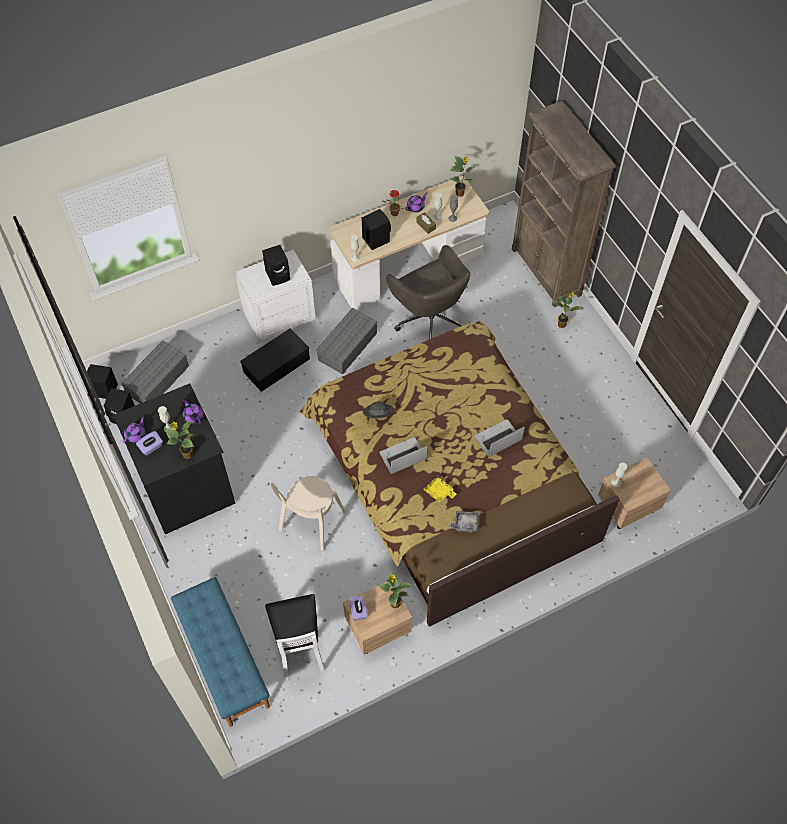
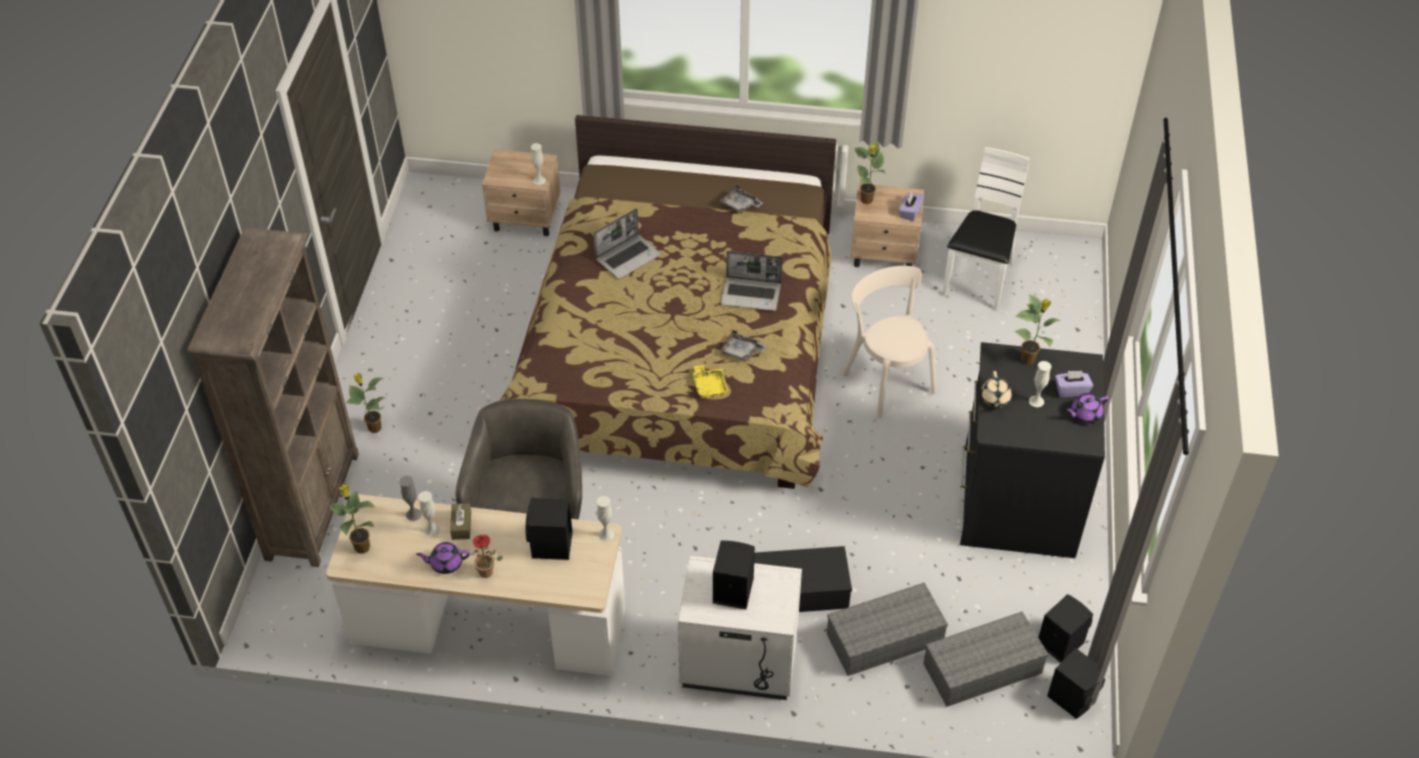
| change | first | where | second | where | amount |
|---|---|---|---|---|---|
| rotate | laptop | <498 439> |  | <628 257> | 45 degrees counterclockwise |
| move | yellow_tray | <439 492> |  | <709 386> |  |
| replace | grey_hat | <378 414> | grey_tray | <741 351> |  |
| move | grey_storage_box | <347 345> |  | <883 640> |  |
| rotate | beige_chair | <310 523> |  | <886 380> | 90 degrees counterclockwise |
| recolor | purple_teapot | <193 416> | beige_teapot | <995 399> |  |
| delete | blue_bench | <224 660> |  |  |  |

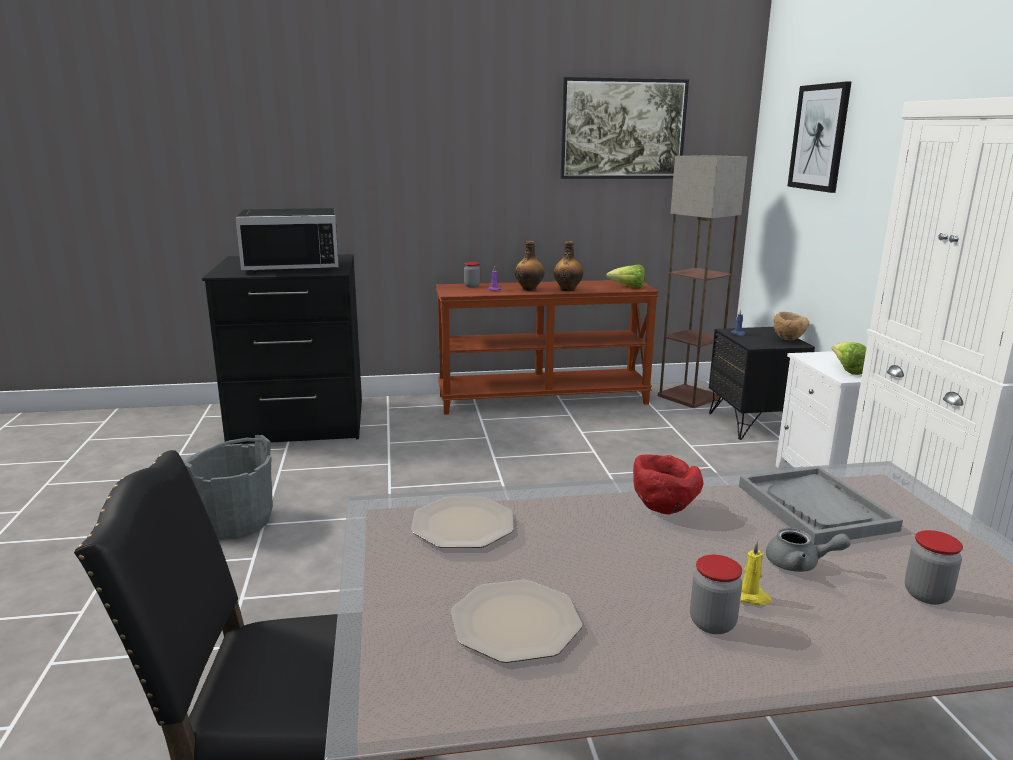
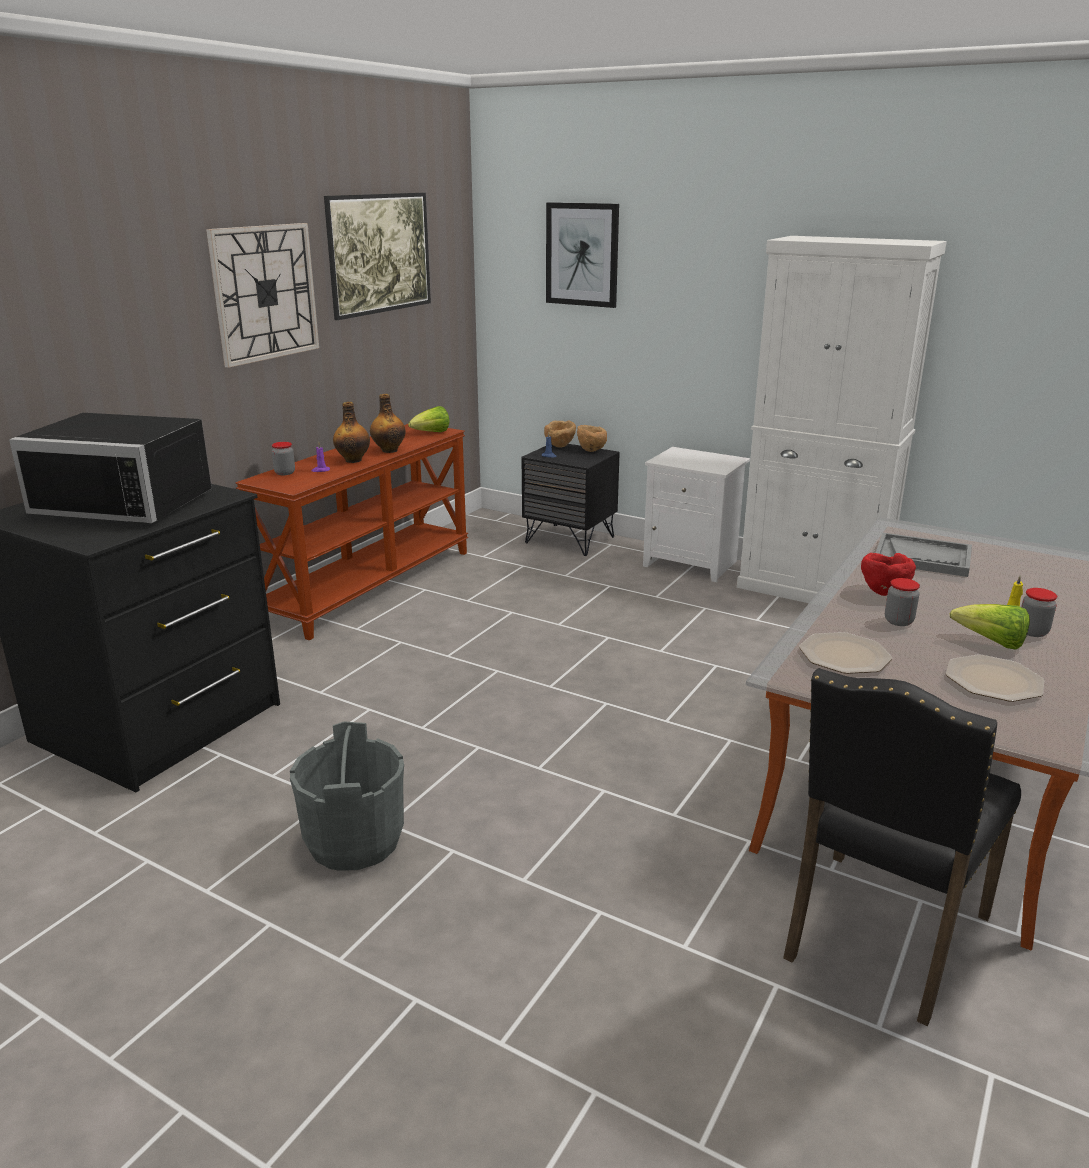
| change | first | where | second | where | amount |
|---|---|---|---|---|---|
| rotate | black_microwave | <293 264> |  | <131 502> | 75 degrees clockwise |
| insert |  |  | wall_clock | <265 293> |  |
| insert |  |  | brown_bowl | <560 446> |  |
| move | jar | <926 595> |  | <898 621> |  |
| move | lettuce | <848 370> |  | <991 642> |  |
| delete | floor_lamp | <687 397> |  |  |  |
| delete | grey_teapot | <800 564> |  |  |  |

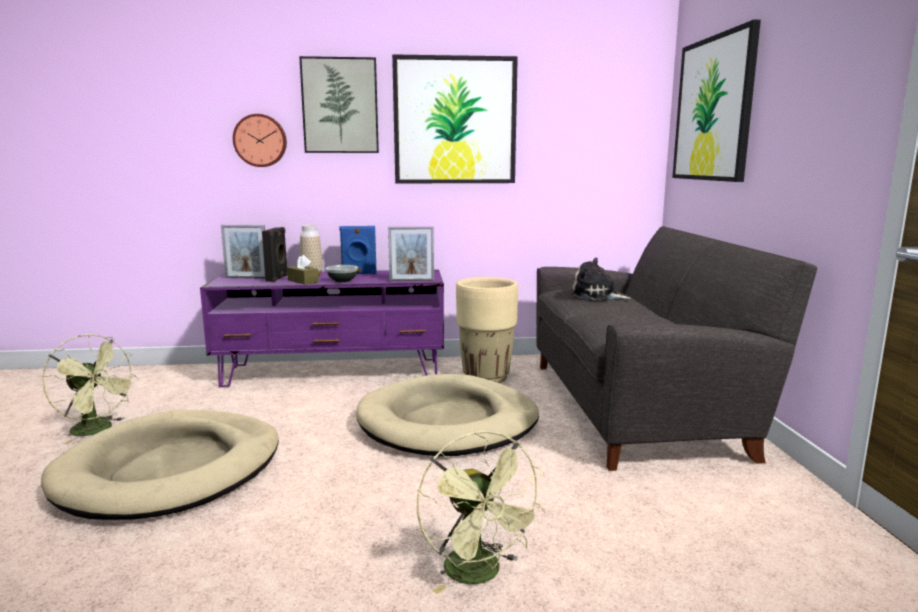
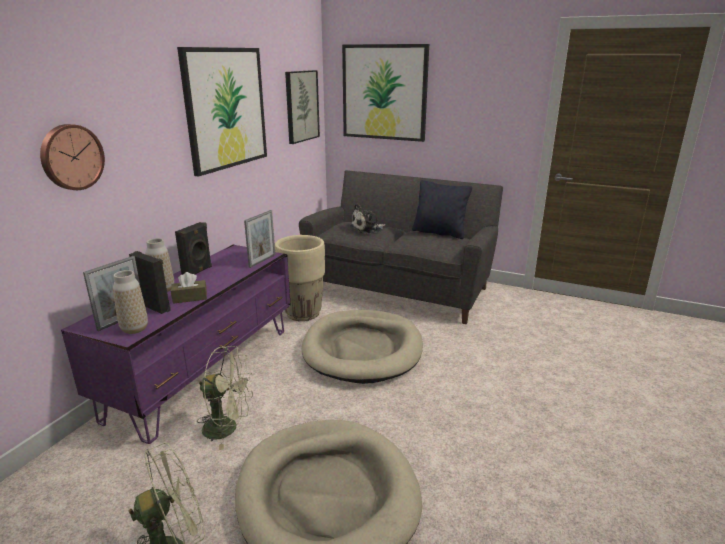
| change | first | where | second | where | amount |
|---|---|---|---|---|---|
| insert |  |  | vase | <134 329> |  |
| recolor | blue_speaker | <359 273> | black_speaker | <198 272> |  |
| move | green_fan | <480 574> |  | <228 428> |  |
| move | picture | <340 106> |  | <301 106> |  |
| insert |  |  | black_pillow | <439 233> |  |
| delete | bowl | <343 280> |  |  |  |

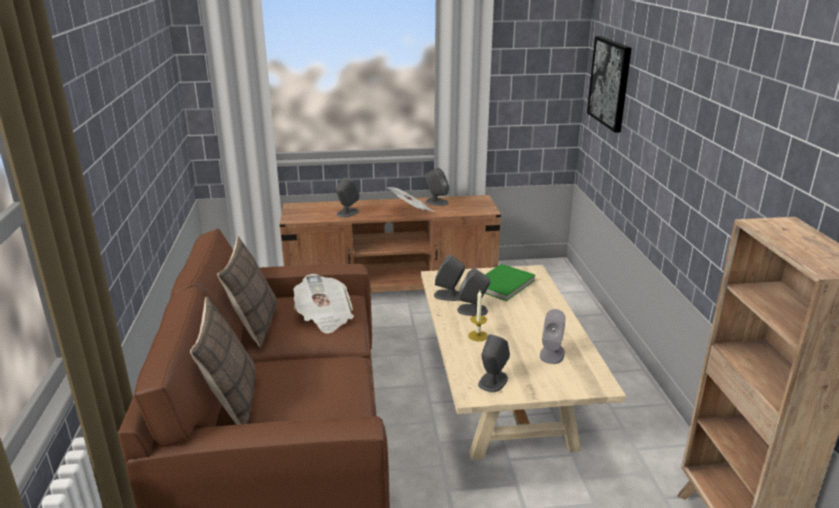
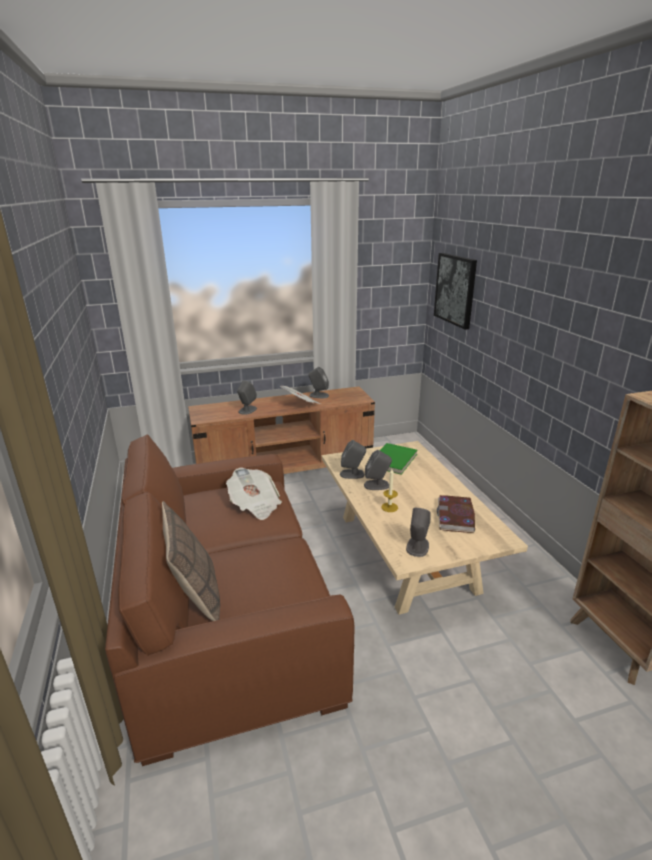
| change | first | where | second | where | amount |
|---|---|---|---|---|---|
| replace | grey_speaker | <552 354> | book | <455 516> |  |
| delete | pillow | <254 325> |  |  |  |

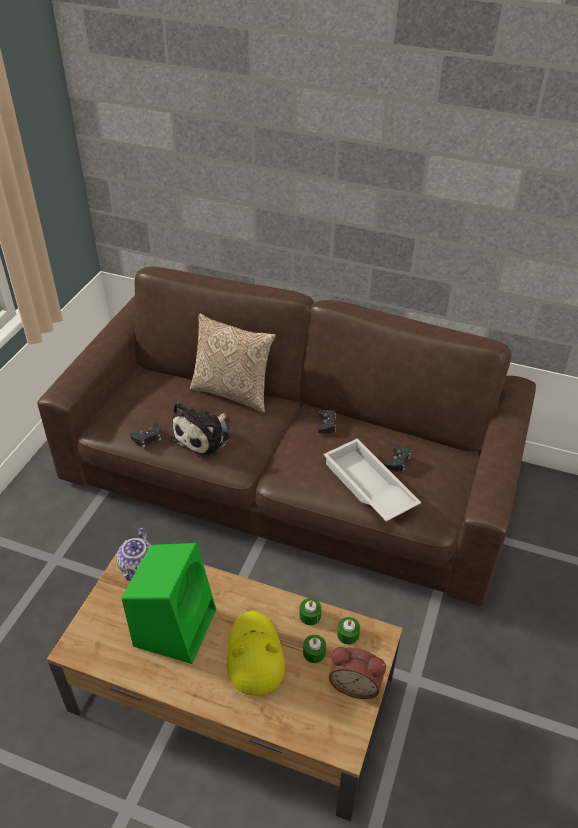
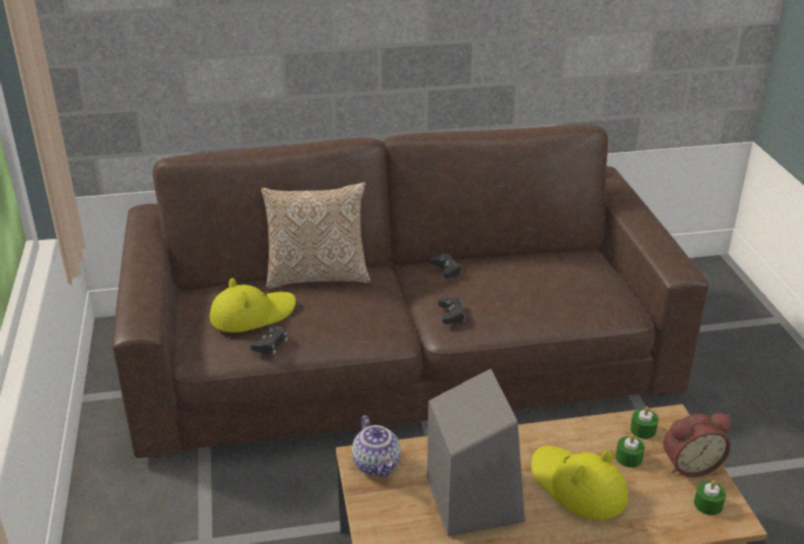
| change | first | where | second | where | amount |
|---|---|---|---|---|---|
| insert |  |  | yellow_hat | <252 314> |  |
| recolor | green_speaker | <175 625> | grey_speaker | <472 497> |  |
| move | black_game_controller | <397 461> |  | <451 314> |  |
| move | green_candle | <310 615> |  | <708 504> |  |
| delete | plush_toy | <204 437> |  |  |  |
| delete | white_tray | <367 487> |  |  |  |

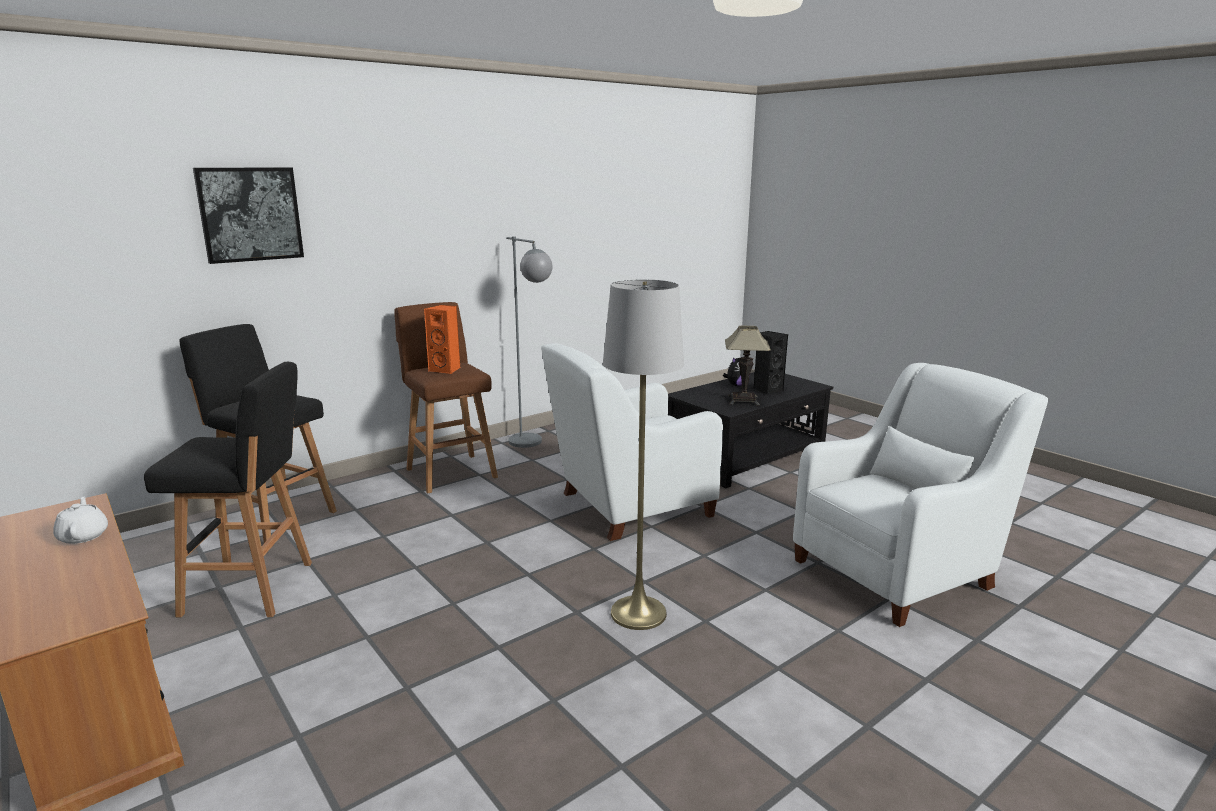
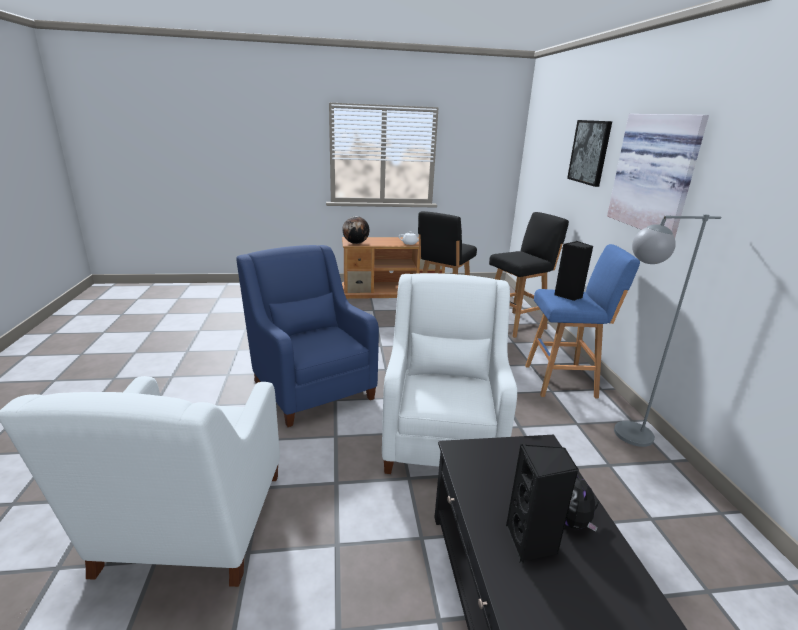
| change | first | where | second | where | amount |
|---|---|---|---|---|---|
| replace | grey_floor_lamp | <638 613> | blue_armchair | <310 386> |  |
| insert |  |  | globe | <356 243> |  |
| recolor | brown_stool | <450 472> | blue_stool | <562 381> |  |
| recolor | orange_speaker | <446 369> | black_speaker | <568 296> |  |
| insert |  |  | picture | <656 173> |  |
| delete | table_lamp | <743 400> |  |  |  |

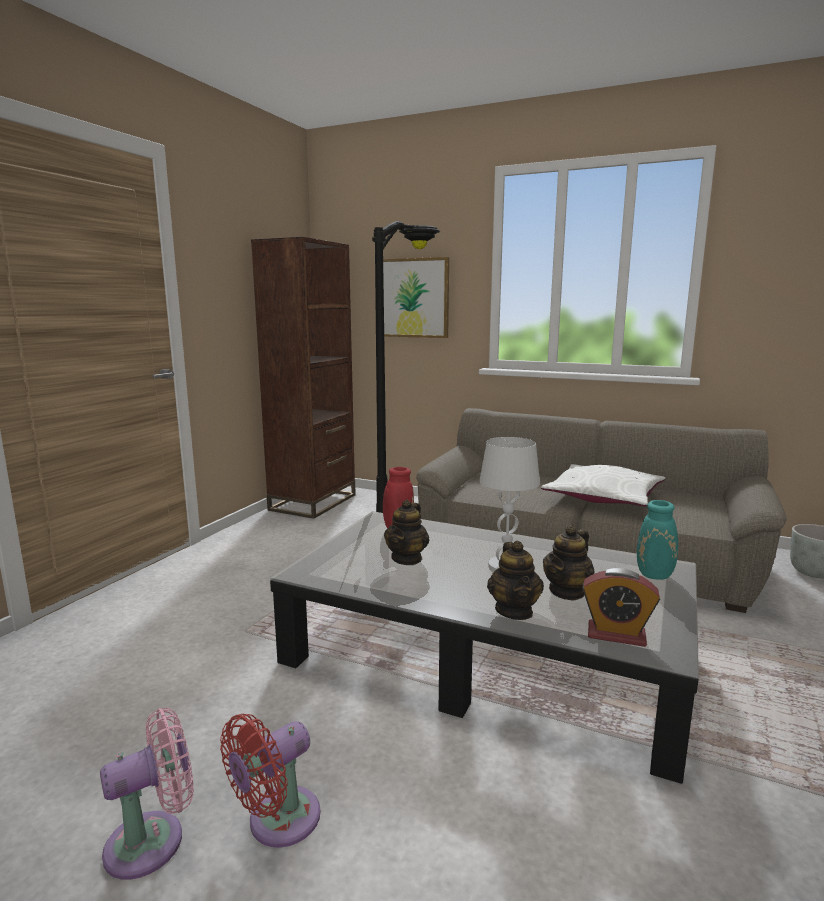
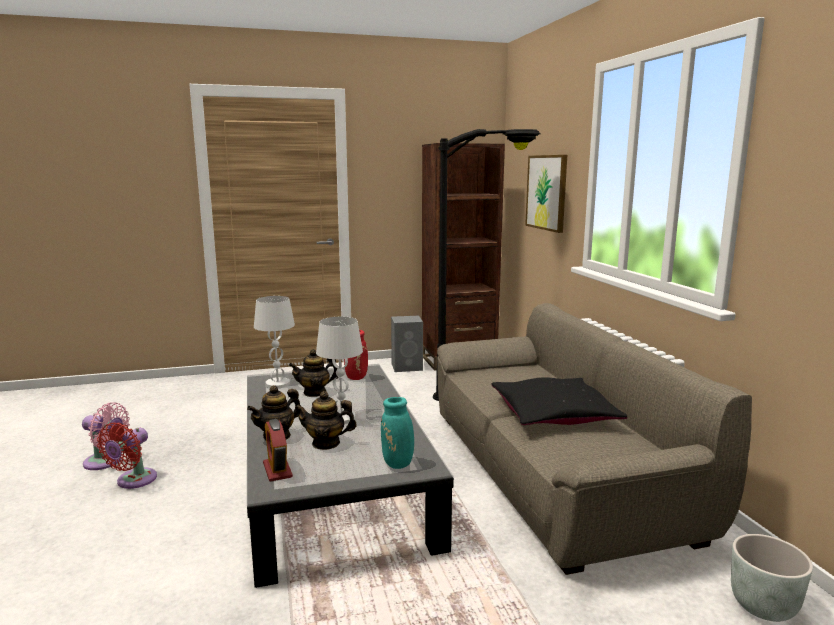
| change | first | where | second | where | amount |
|---|---|---|---|---|---|
| rotate | red_fan | <277 821> |  | <133 481> | 75 degrees counterclockwise |
| insert |  |  | white_table_lamp | <278 384> |  |
| insert |  |  | grey_speaker | <407 367> |  |
| recolor | white_pillow | <603 497> | black_pillow | <553 414> |  |

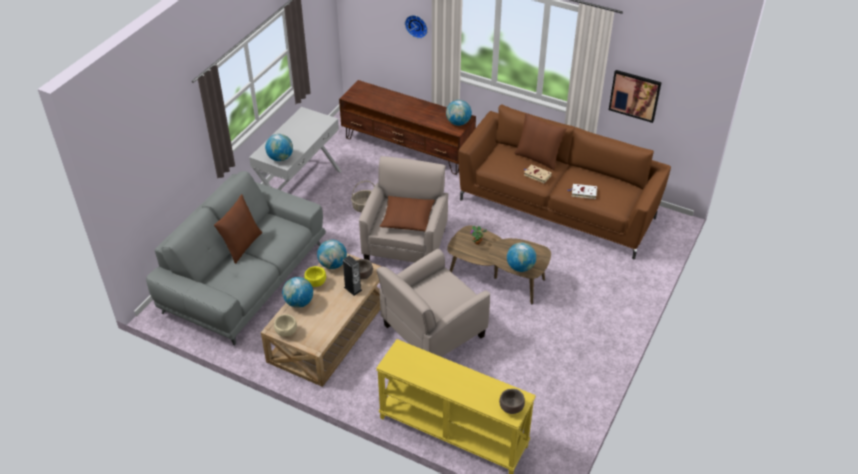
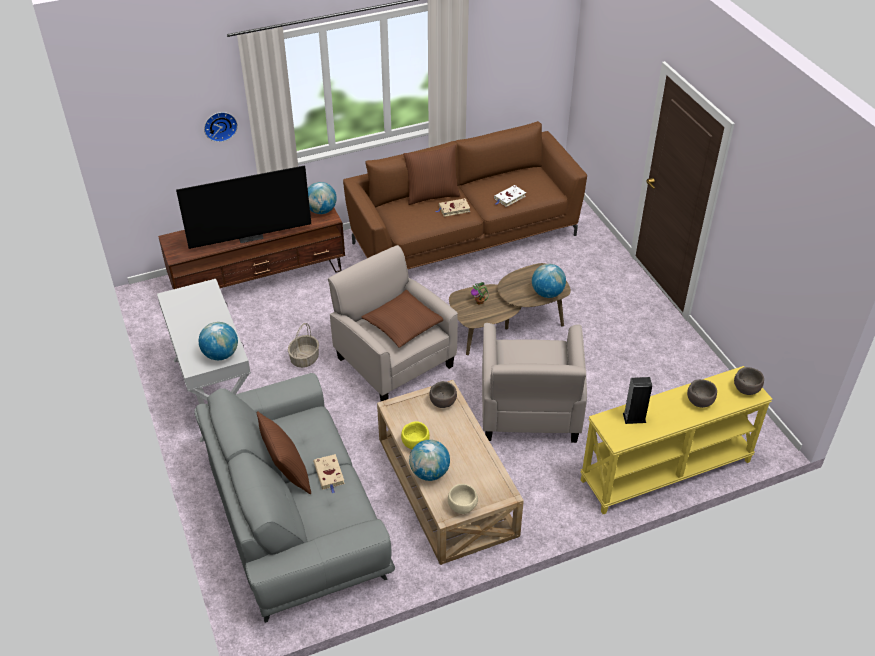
| change | first | where | second | where | amount |
|---|---|---|---|---|---|
| insert |  |  | television | <250 236> |  |
| insert |  |  | beige_book | <329 474> |  |
| move | speaker | <353 289> |  | <634 418> |  |
| insert |  |  | brown_bowl | <699 401> |  |
| delete | globe | <333 264> |  |  |  |
| delete | picture | <635 95> |  |  |  |

